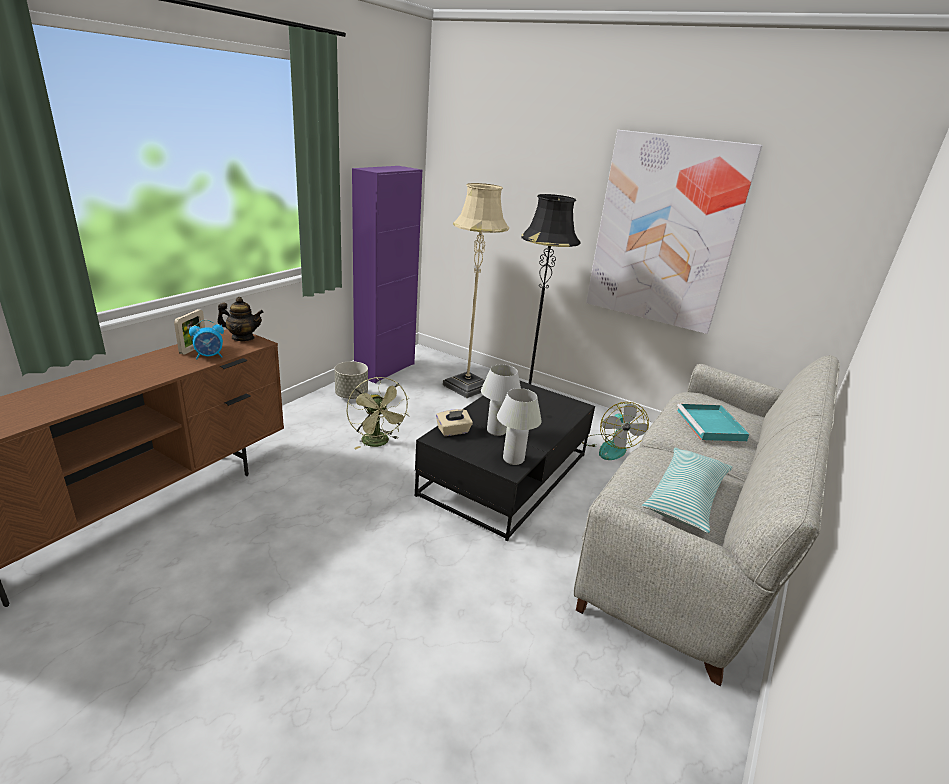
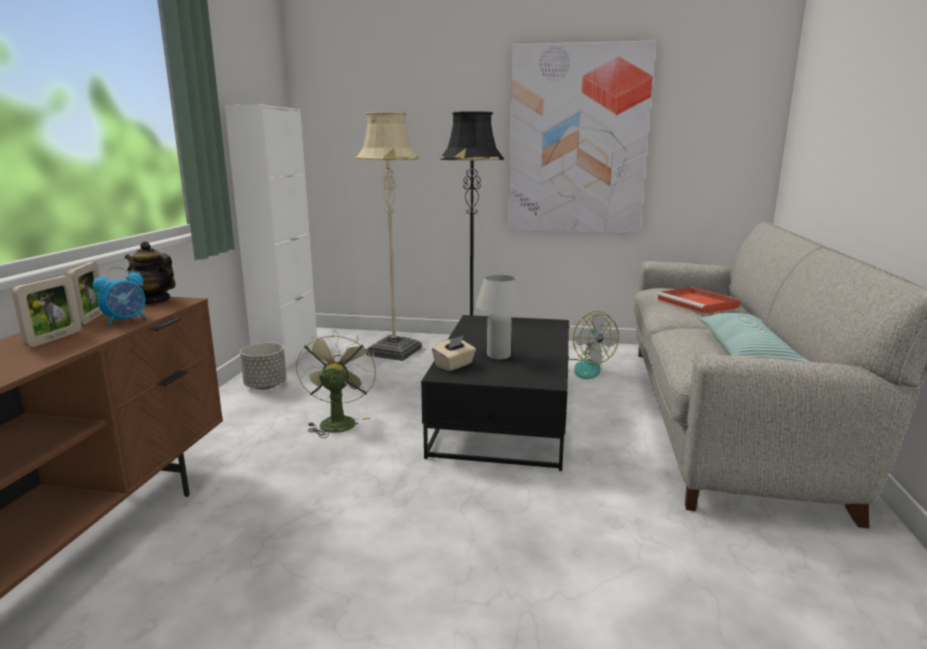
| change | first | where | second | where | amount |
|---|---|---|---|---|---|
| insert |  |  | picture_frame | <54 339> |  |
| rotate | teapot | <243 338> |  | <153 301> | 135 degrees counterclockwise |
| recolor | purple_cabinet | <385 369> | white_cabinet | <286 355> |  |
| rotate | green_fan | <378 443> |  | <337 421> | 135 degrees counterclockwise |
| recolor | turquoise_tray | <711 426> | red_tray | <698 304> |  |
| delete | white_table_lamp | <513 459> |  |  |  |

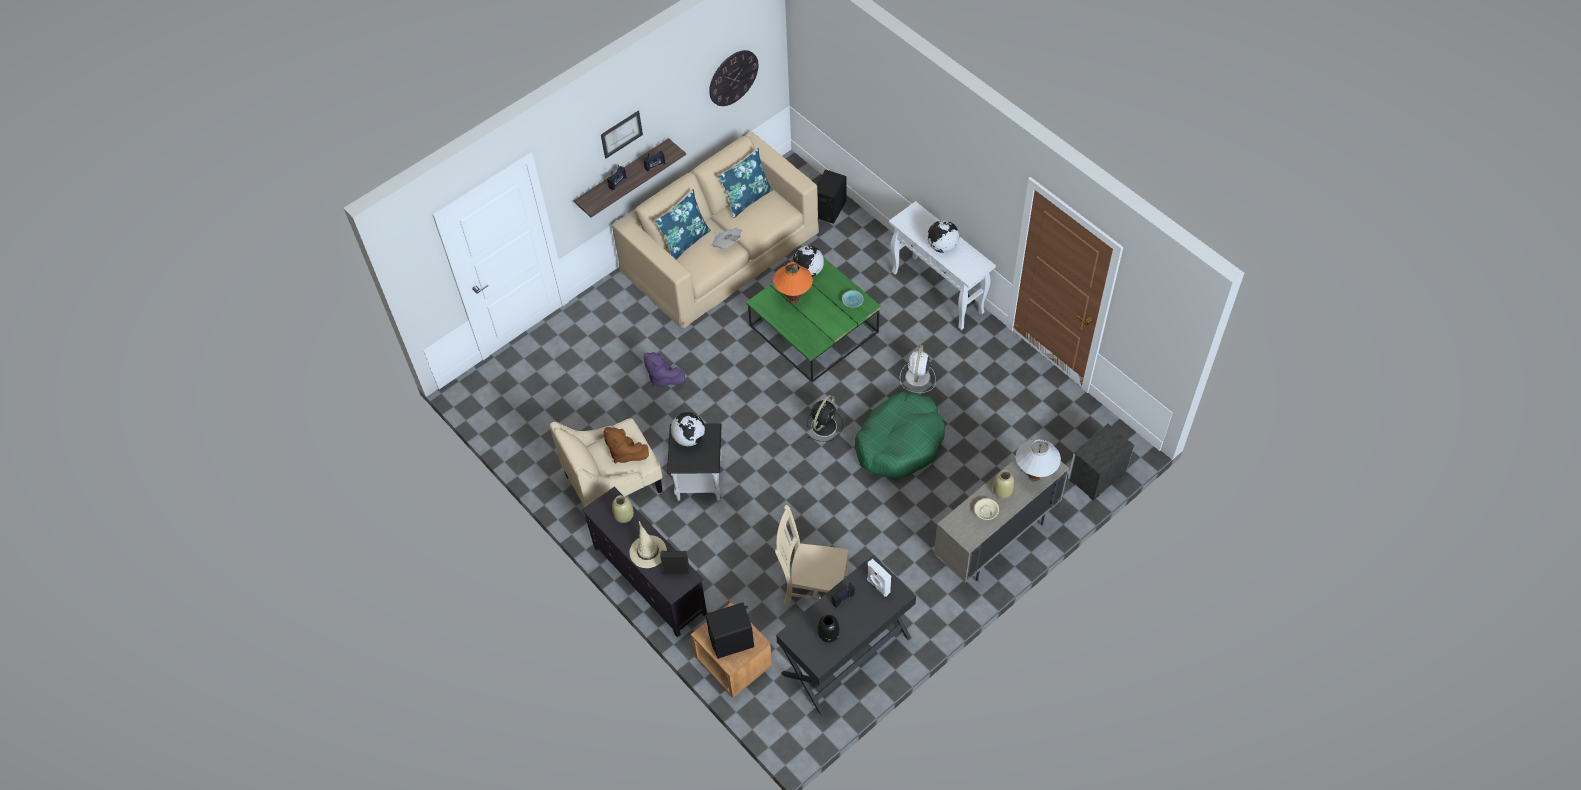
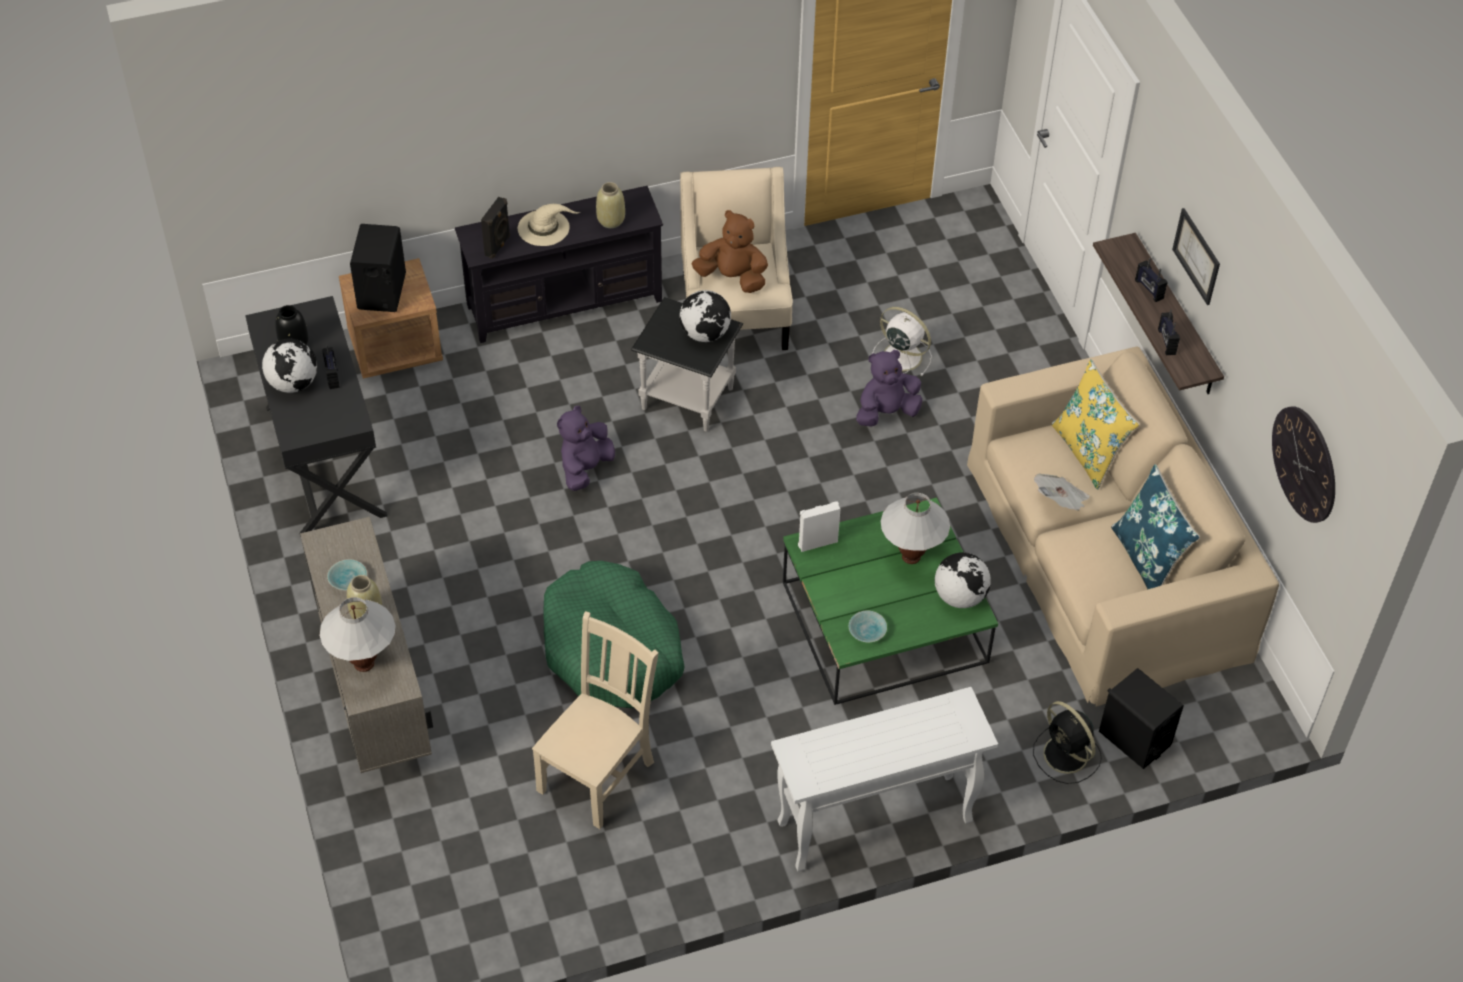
| change | first | where | second | where | amount |
|---|---|---|---|---|---|
| move | globe | <942 246> |  | <293 383> |  |
| recolor | beige_bowl | <986 512> | turquoise_bowl | <347 579> |  |
| move | beige_chair | <813 588> |  | <598 773> |  |
| insert |  |  | purple_plush_toy | <585 468> |  |
| rotate | brown_plush_toy | <624 452> |  | <732 277> | 45 degrees clockwise |
| move | white_speaker | <878 586> |  | <817 542> |  |
| move | white_fan | <917 378> |  | <901 355> |  |
| recolor | orange_table_lamp | <793 299> | white_table_lamp | <911 557> |  |
| move | black_fan | <824 425> |  | <1067 756> |  |
| recolor | blue_pillow | <685 241> | yellow_pillow | <1088 451> |  |
| delete | nightstand | <1096 476> |  |  |  |

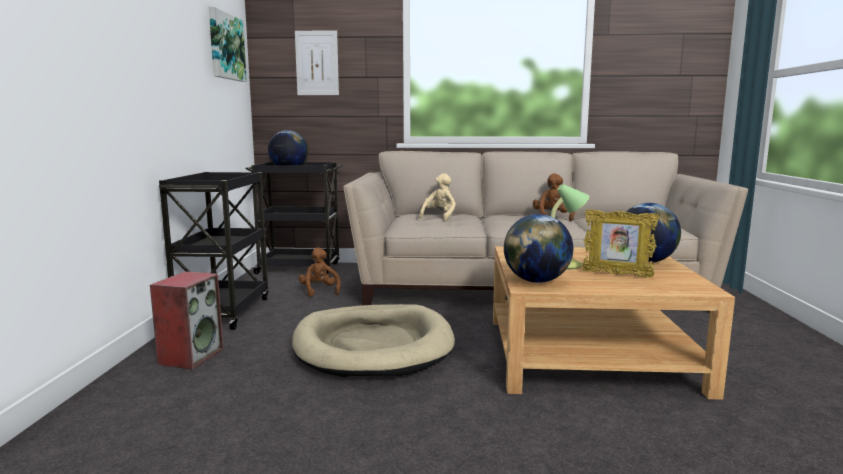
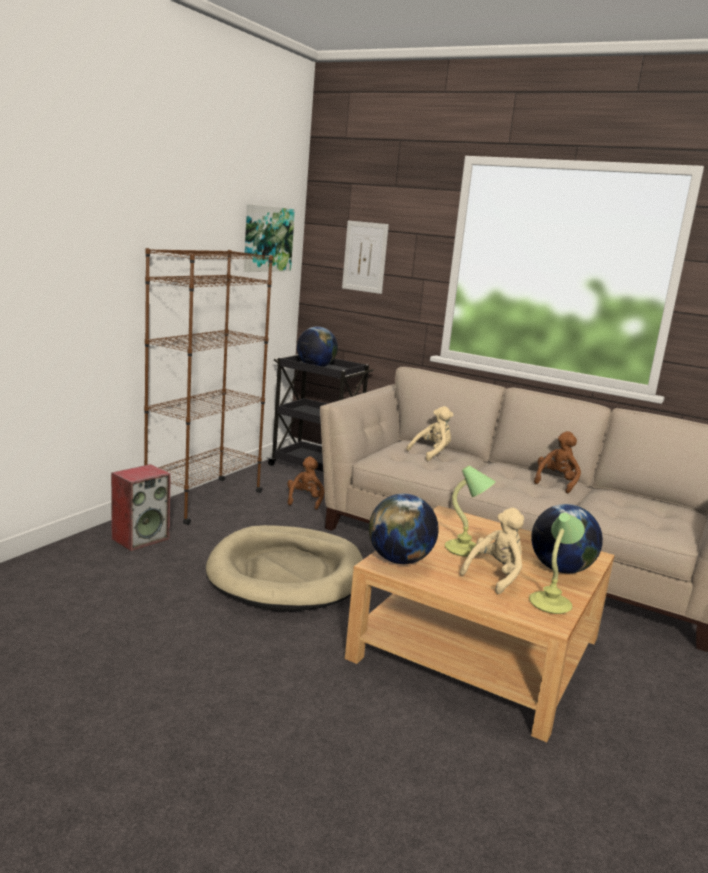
| change | first | where | second | where | amount |
|---|---|---|---|---|---|
| replace | black_cart | <224 311> | brown_bookcase | <204 501> |  |
| replace | picture_frame | <617 274> | beige_plush_toy | <495 576> |  |
| insert |  |  | table_lamp | <551 603> |  |

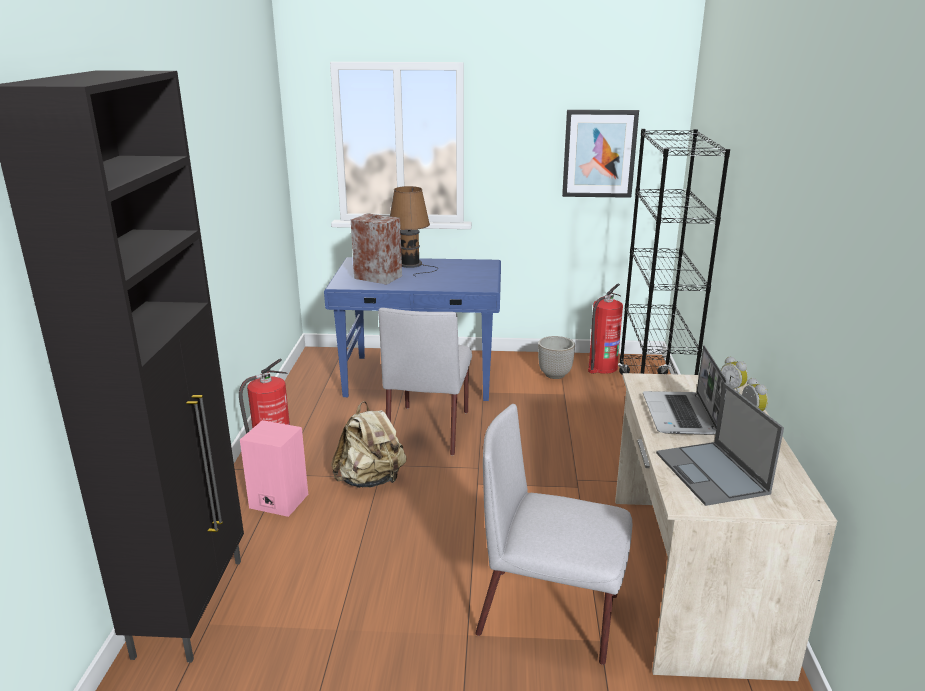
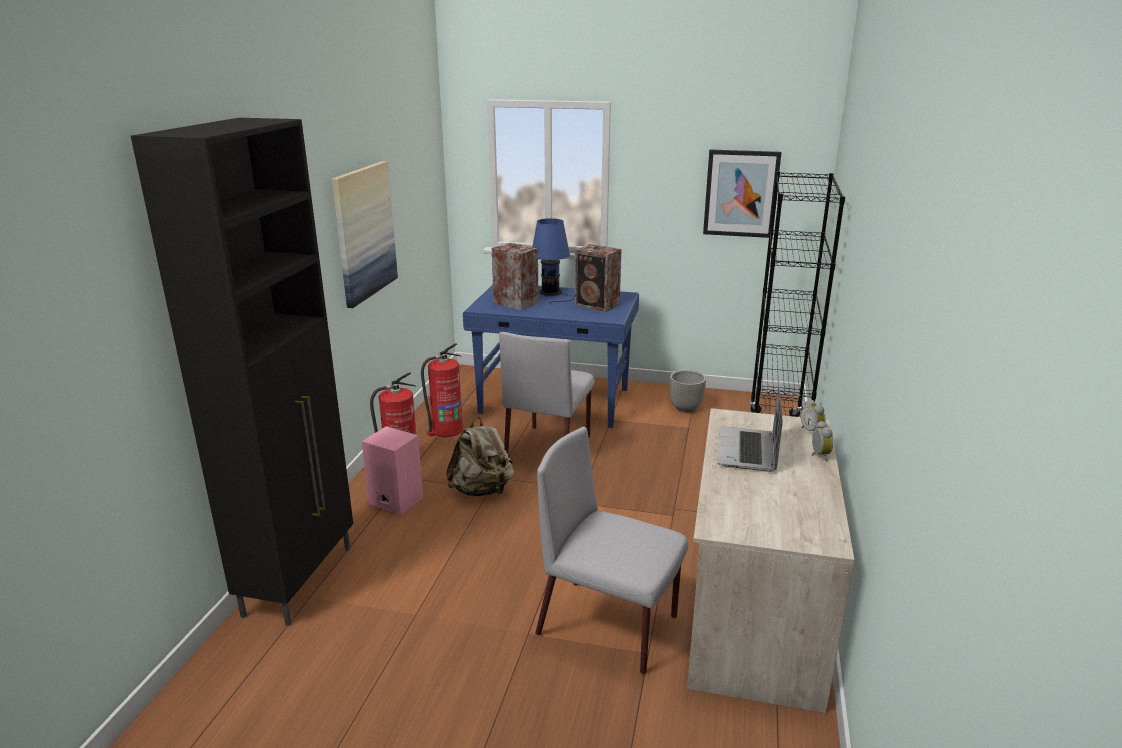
| change | first | where | second | where | amount |
|---|---|---|---|---|---|
| insert |  |  | picture | <364 232> |  |
| move | fire_extinguisher | <602 367> |  | <446 430> |  |
| recolor | brown_table_lamp | <412 265> | blue_table_lamp | <552 293> |  |
| insert |  |  | speaker | <598 305> |  |
| delete | laptop | <712 474> |  |  |  |

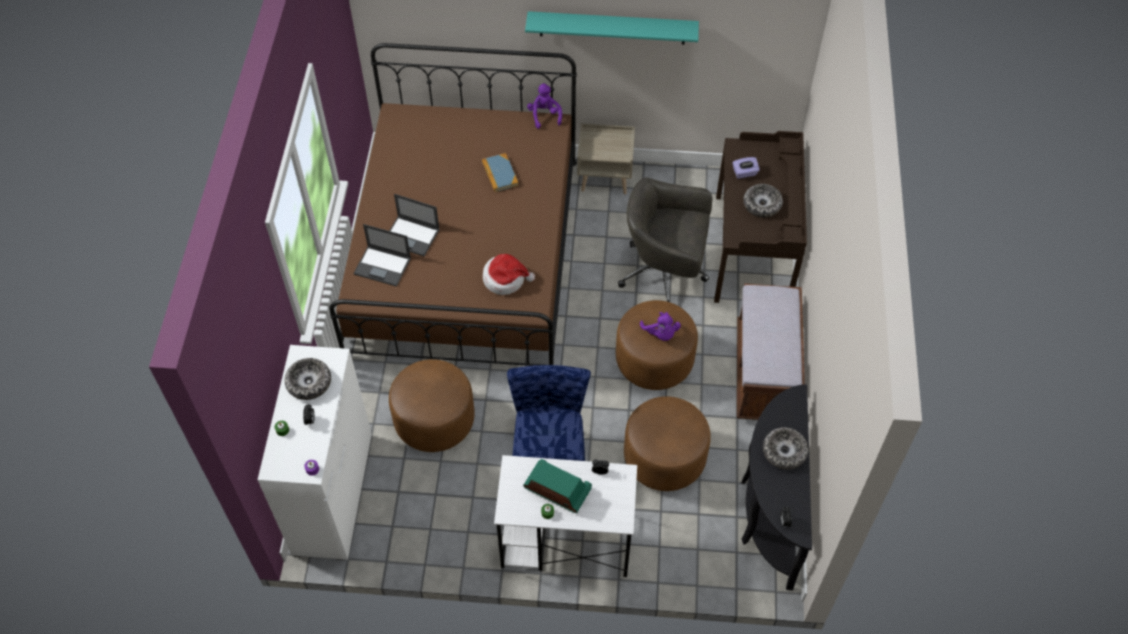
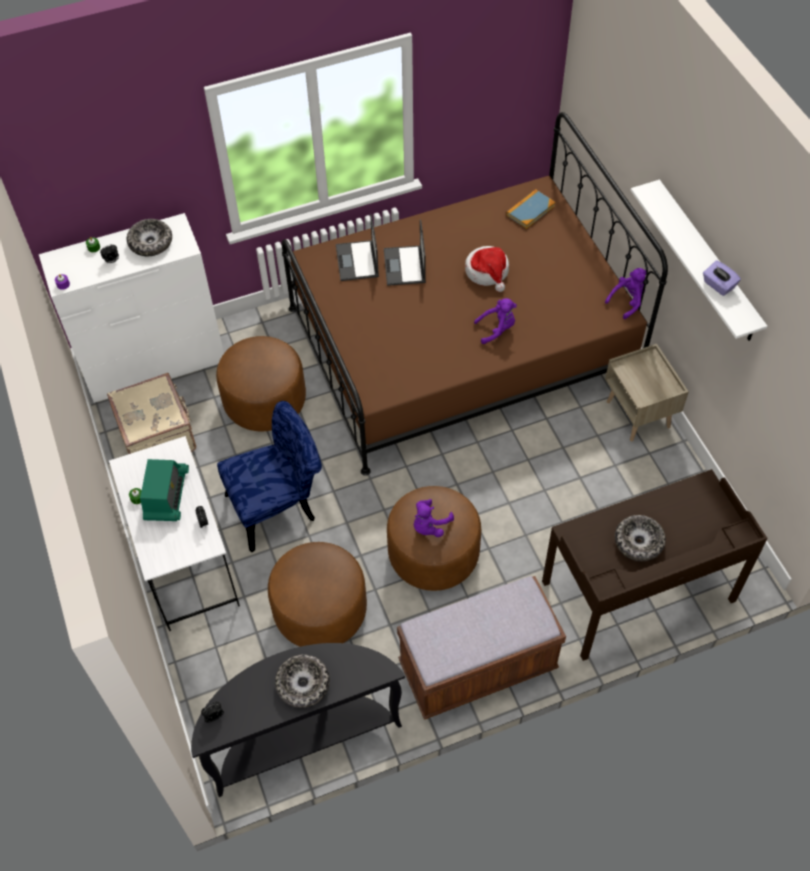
| change | first | where | second | where | amount |
|---|---|---|---|---|---|
| insert |  |  | beige_suitcase | <158 435> |  |
| move | hat | <505 279> |  | <487 272> |  |
| insert |  |  | purple_plush_toy | <497 329> |  |
| move | book | <500 174> |  | <530 210> |  |
| recolor | turquoise_shelf | <612 27> | white_shelf | <707 262> |  |
| move | purple_tissue_box | <744 173> |  | <718 285> |  |
| delete | grey_office_chair | <664 273> |  |  |  |

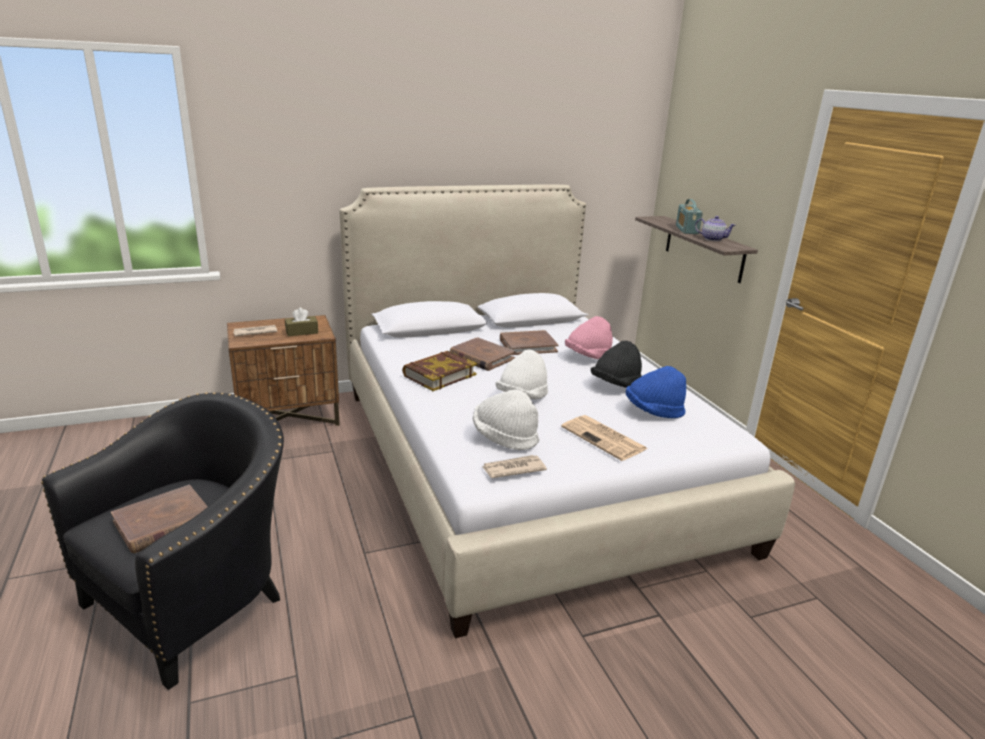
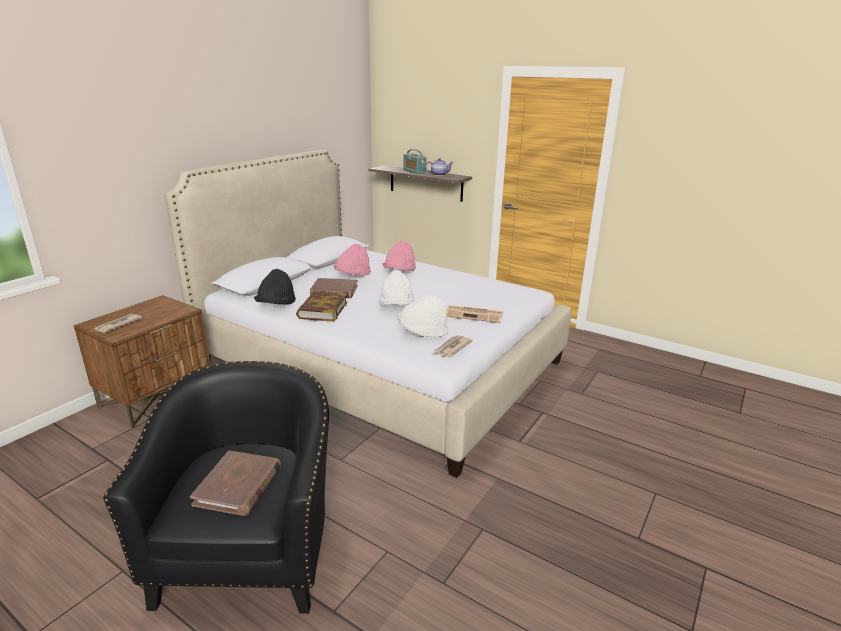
| change | first | where | second | where | amount |
|---|---|---|---|---|---|
| move | black_hat | <615 385> |  | <276 305> |  |
| replace | brown_book | <528 345> | pink_hat | <353 275> |  |
| delete | brown_tissue_box | <302 332> |  |  |  |
| delete | blue_hat | <653 411> |  |  |  |

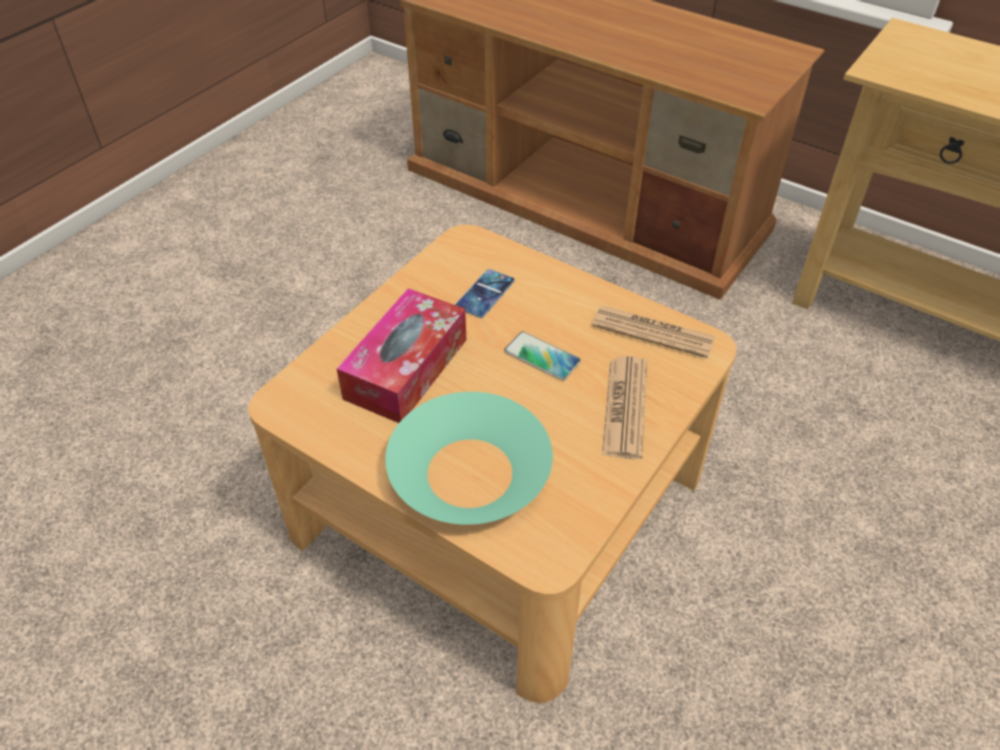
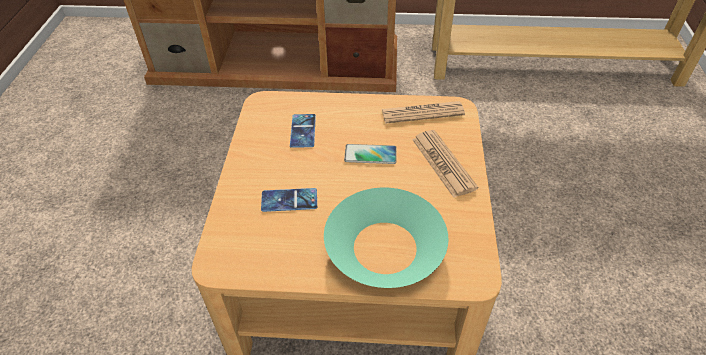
| change | first | where | second | where | amount |
|---|---|---|---|---|---|
| replace | tissue_box | <406 368> | phone | <289 200> |  |

